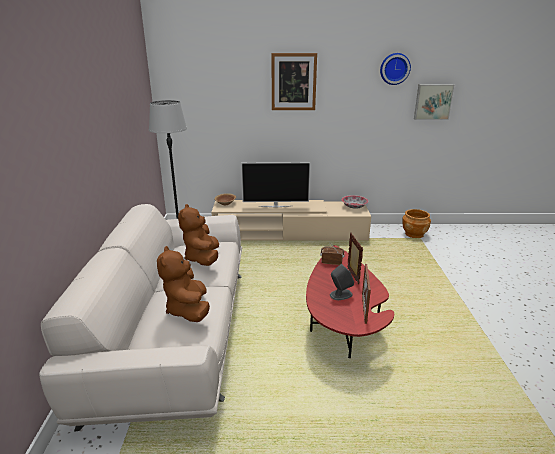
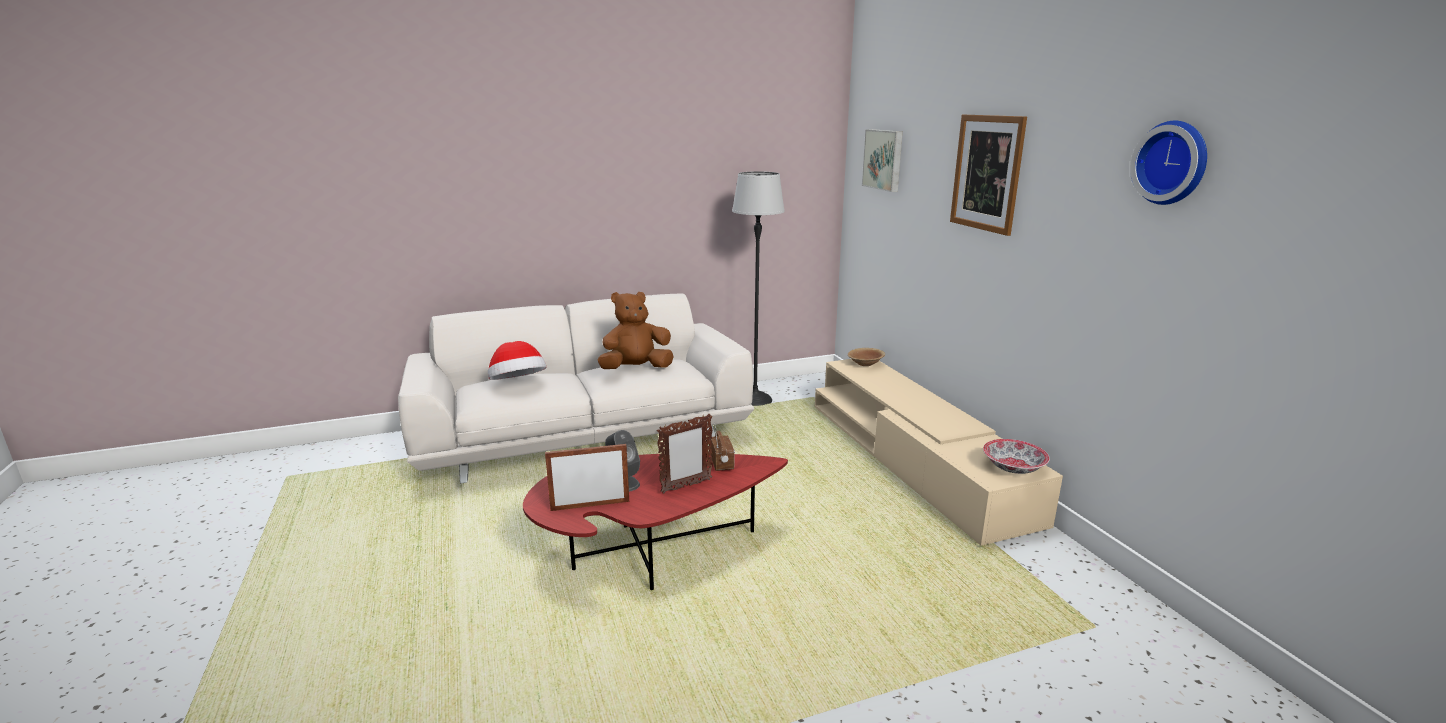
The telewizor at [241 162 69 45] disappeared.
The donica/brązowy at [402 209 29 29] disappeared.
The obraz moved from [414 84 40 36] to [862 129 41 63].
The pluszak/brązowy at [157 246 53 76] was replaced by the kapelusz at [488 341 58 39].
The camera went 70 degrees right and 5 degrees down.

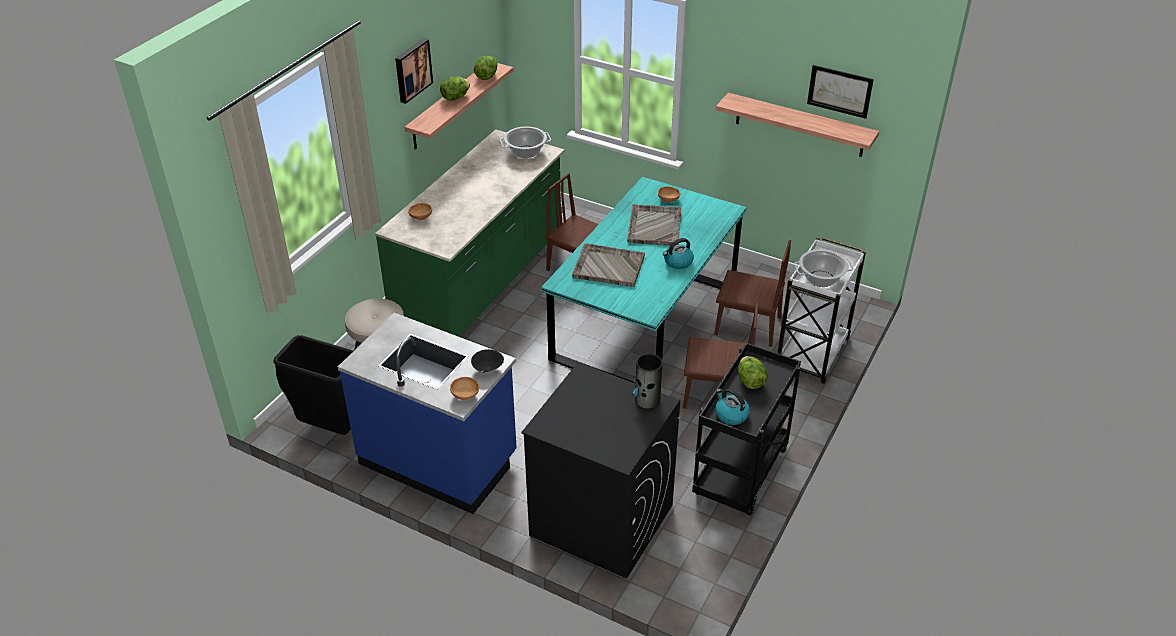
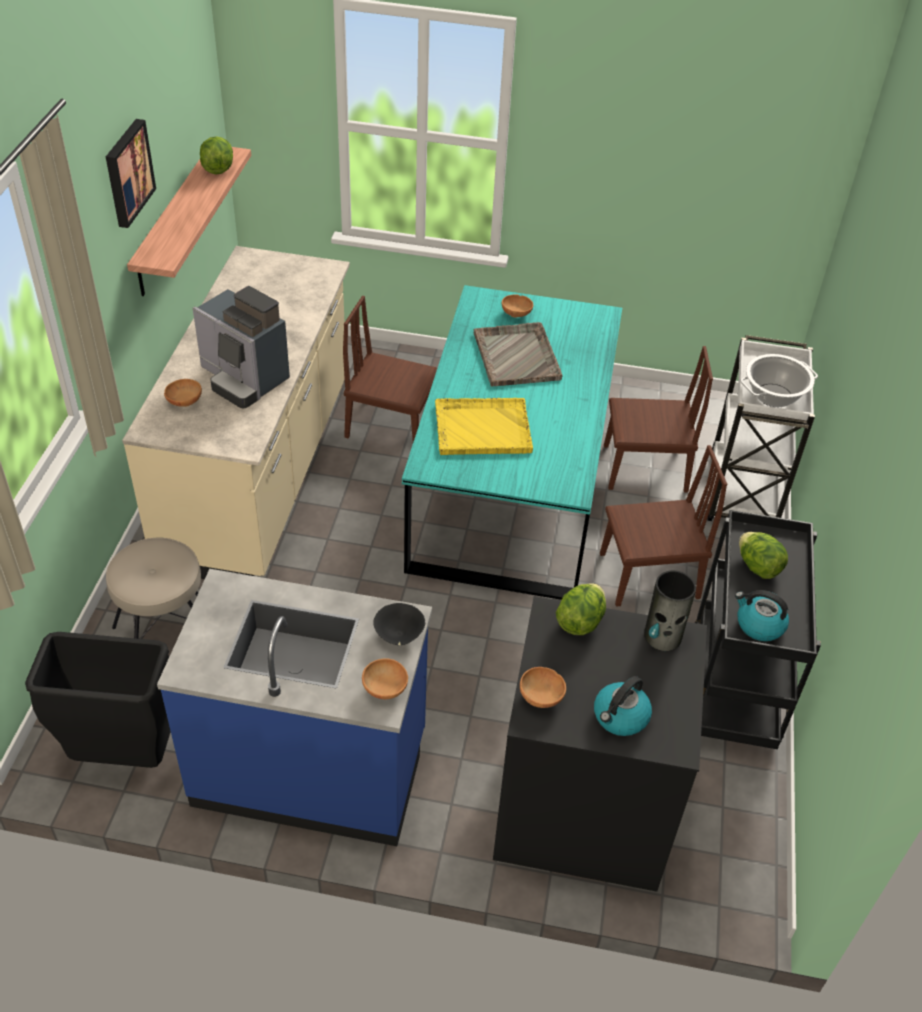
The garnek at [500 126 51 32] disappeared.
The półka at [716 93 163 64] disappeared.
The obraz at [807 65 67 54] disappeared.
The ekspres do kawy at [193 286 97 122] appeared.
The miska/brązowy at [520 667 46 41] appeared.
The sałata moved from [440 76 30 25] to [556 583 50 52].
The czajnik moved from [663 238 31 31] to [594 676 58 60].
The zabudowa kuchenna/zielony at [375 129 190 208] became the zabudowa kuchenna/beżowy at [122 246 228 333].
The taca/szary at [572 243 73 44] became the taca/żółty at [435 398 98 57].
The camera went 20 degrees left and 5 degrees up.

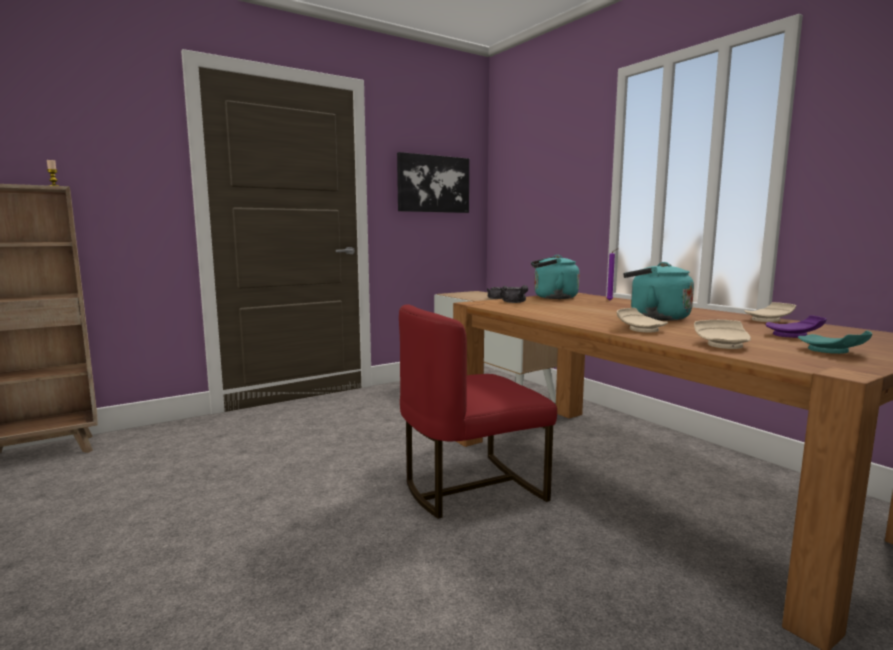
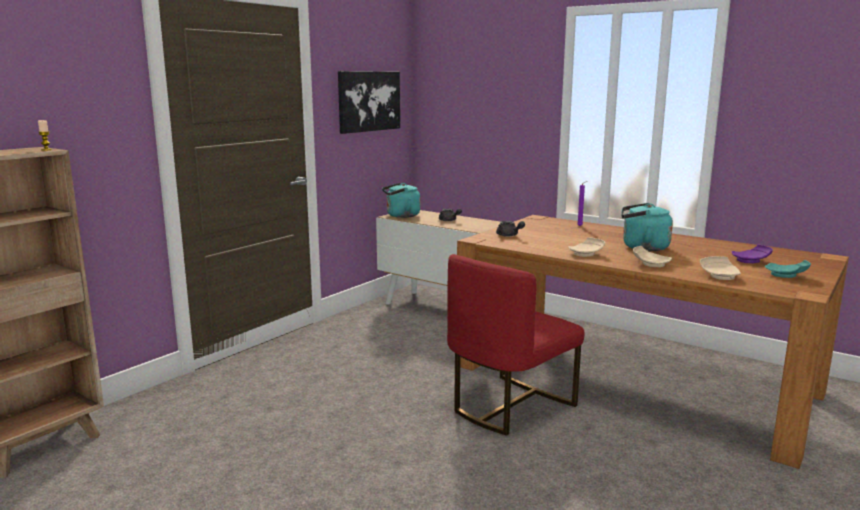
The czajnik/turkusowy moved from [531 255 49 44] to [382 183 38 35].
The talerz/beżowy moved from [744 302 52 20] to [568 237 37 20].
The camera went 20 degrees left and 5 degrees up.

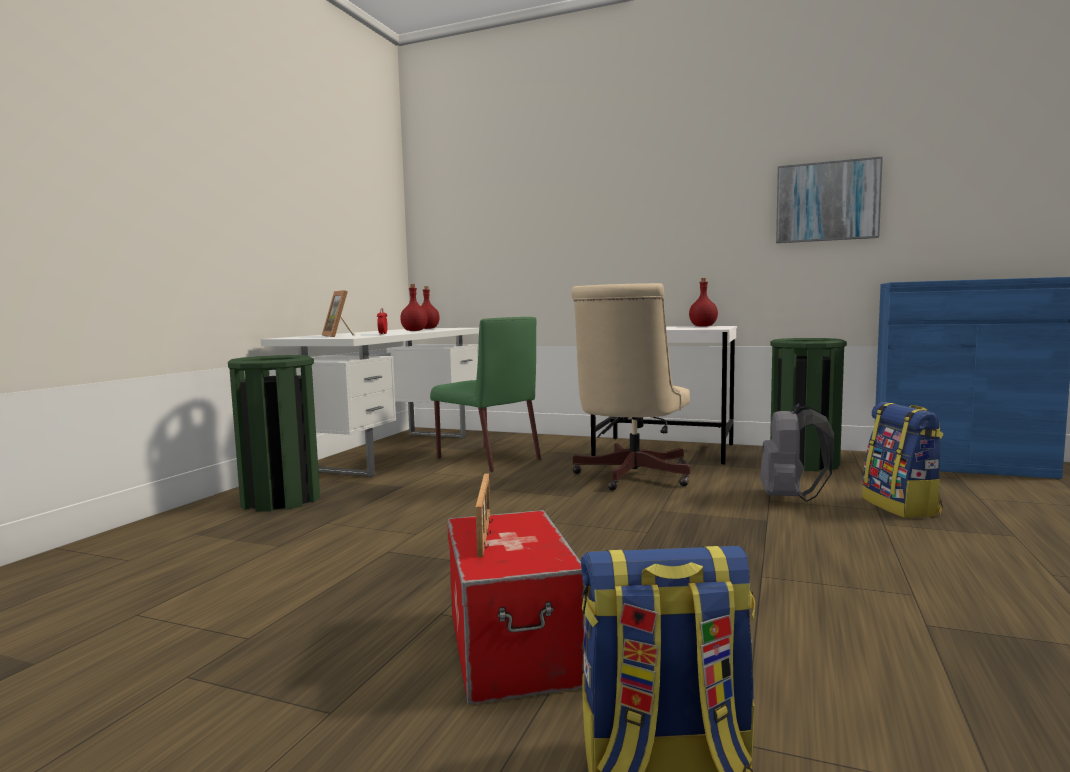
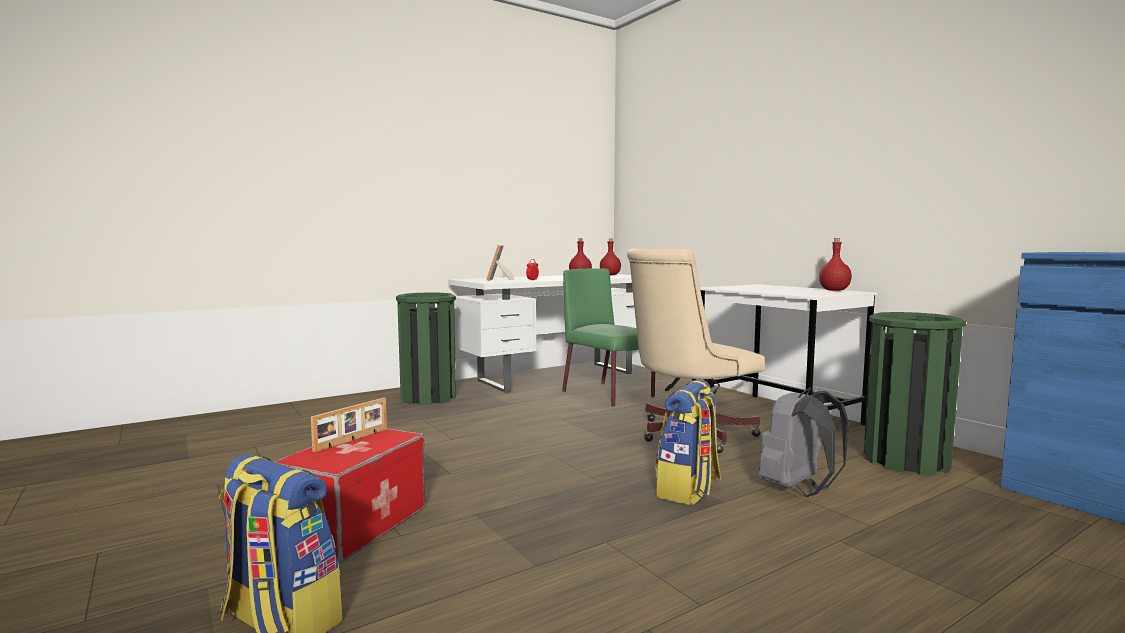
The obraz at [776 157 107 86] disappeared.
The plecak moved from [862 402 82 116] to [655 379 66 126].
The krzesło/zielony at [430 317 111 155] turned 150 degrees clockwise.
The camera went 35 degrees right and 0 degrees up.

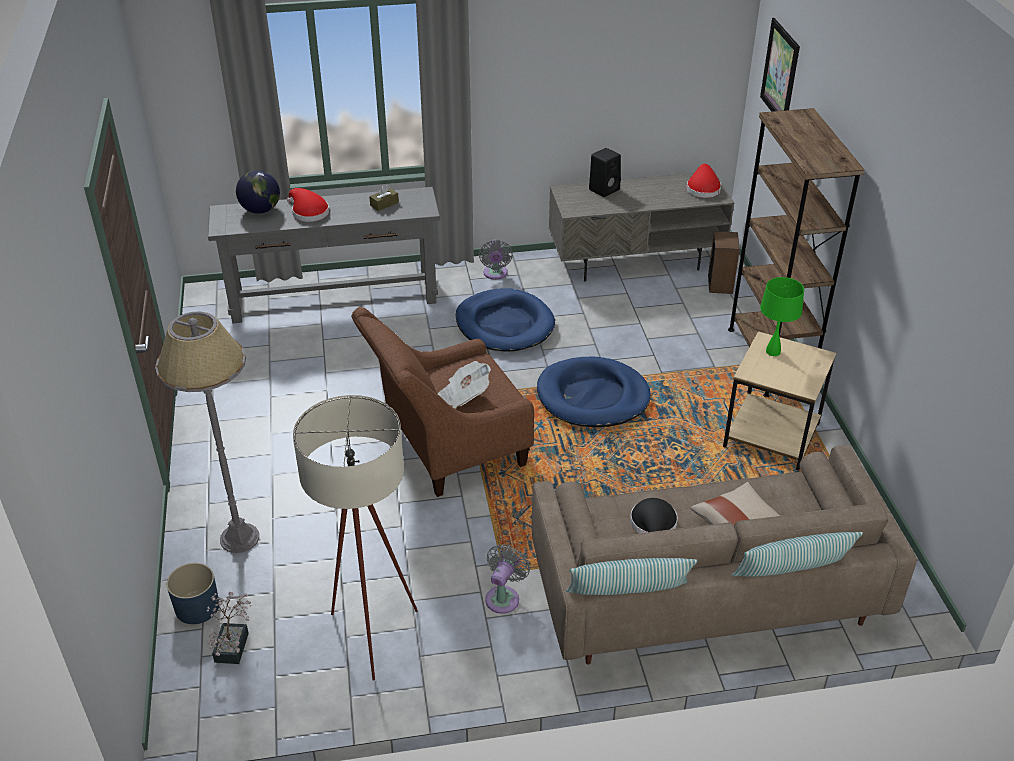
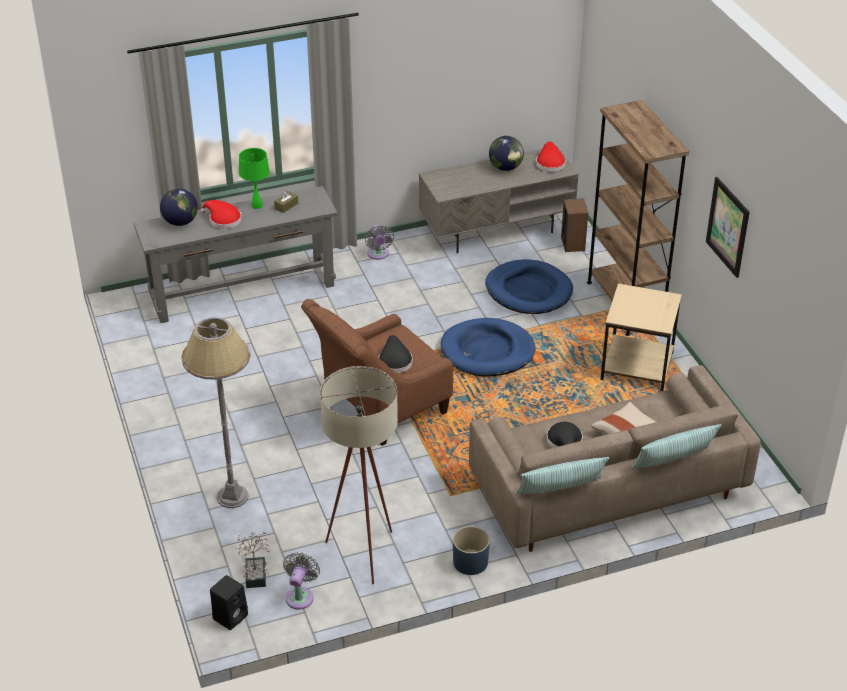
The globus at [489 136 35 35] appeared.
The donica/niebieski moved from [167 563 52 61] to [453 526 37 49].
The legowisko/niebieski moved from [456 288 99 64] to [485 259 88 55].
The wentylator/szary moved from [485 544 45 70] to [283 552 37 58].
The głośnik/czarny moved from [589 148 32 49] to [210 575 38 55].
The obraz moved from [760 18 40 94] to [706 177 44 101].
The lampa stołowa/zielony moved from [760 277 44 79] to [239 148 31 61].
The gazeta at [438 361 53 48] was replaced by the kapelusz/czarny at [379 335 34 38].
The camera went 10 degrees left and 0 degrees up.

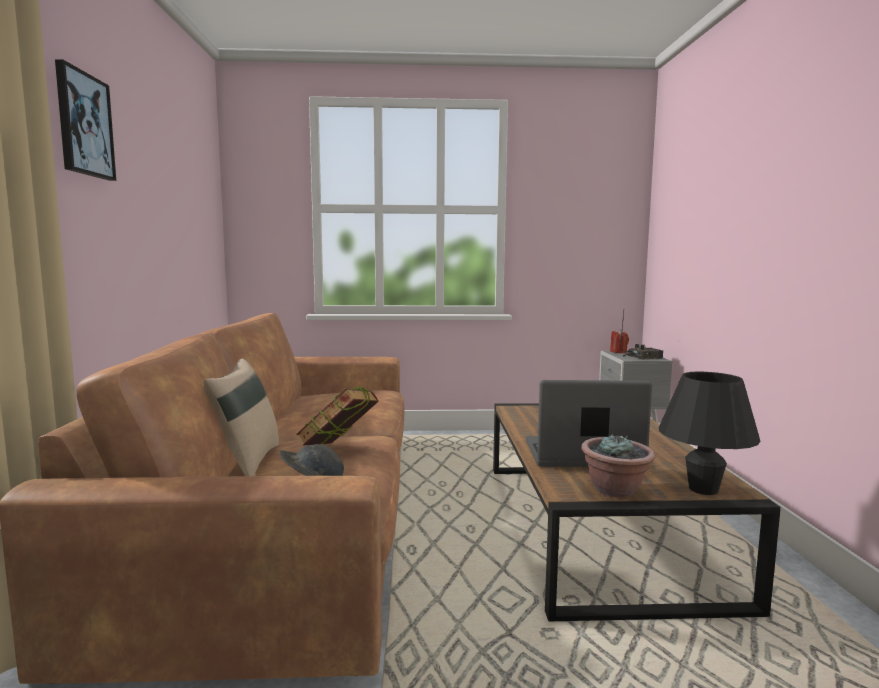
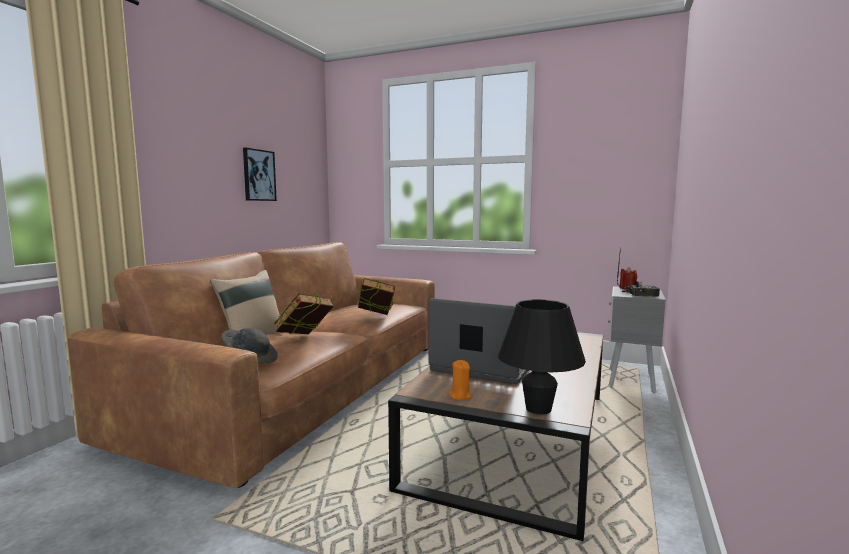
The książka at [358 278 37 37] appeared.
The obraz moved from [55 59 61 122] to [243 148 34 53].
The roślina doniczkowa at [581 434 74 64] was replaced by the świeca/pomarańczowy at [449 360 23 40].
The camera went 25 degrees right and 0 degrees up.

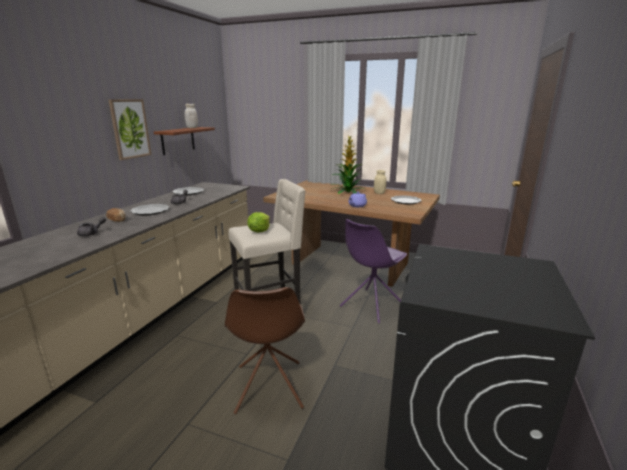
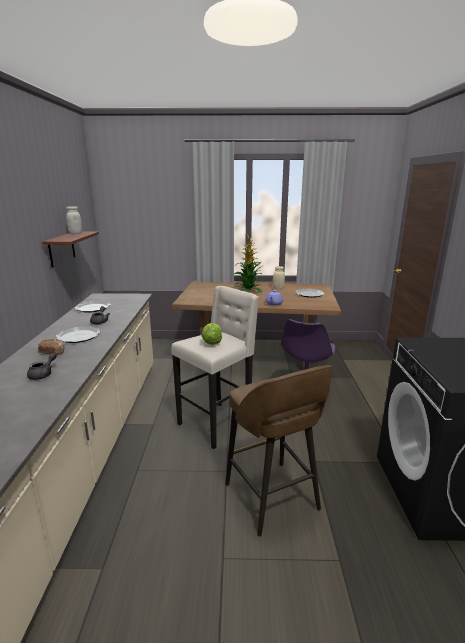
The obraz at [108 99 43 61] disappeared.
The krzesło/brązowy at [225 287 80 127] was replaced by the stołek/brązowy at [225 365 107 172].
The camera went 20 degrees left and 0 degrees up.

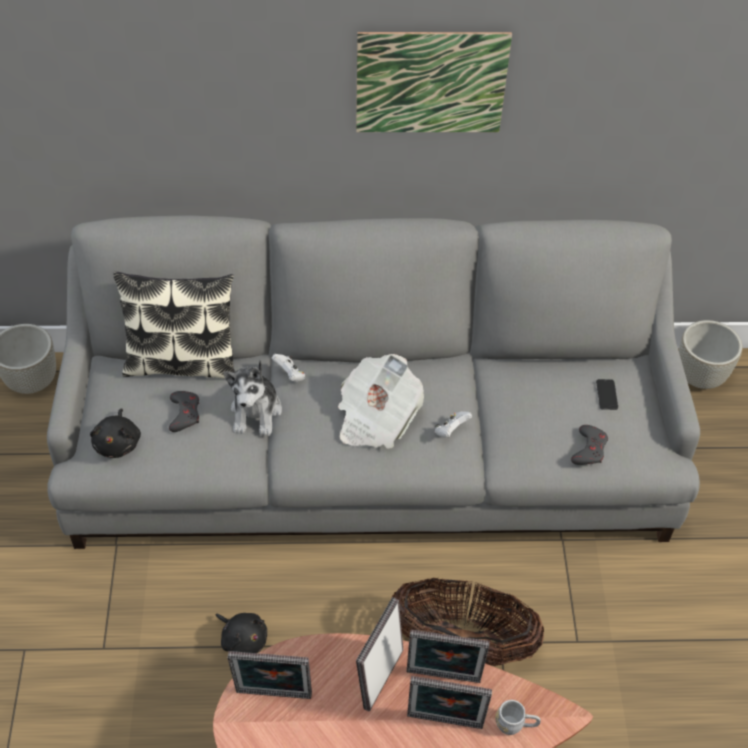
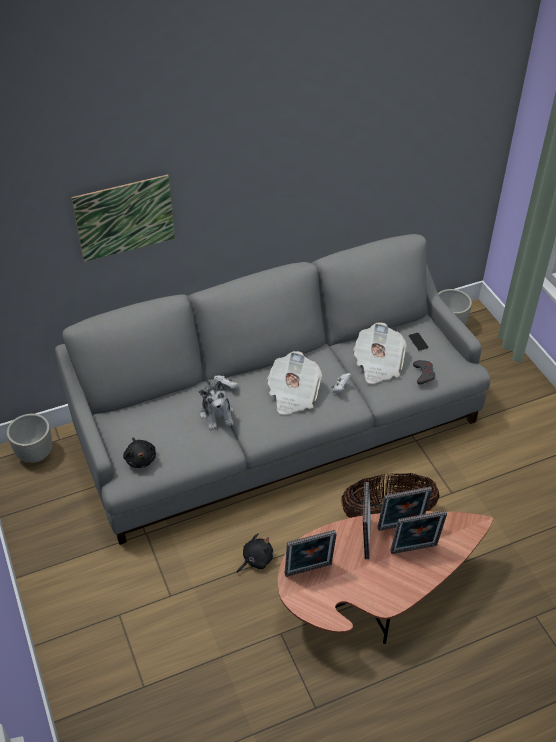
The poduszka at [114 272 121 107] disappeared.
The pad do gier/szary at [169 391 30 41] disappeared.
The kubek/szary at [495 700 46 35] disappeared.
The gazeta at [353 323 54 61] appeared.
The obraz moved from [356 32 156 100] to [71 175 104 87].
The pluszak/czarny at [216 613 51 40] turned 60 degrees counterclockwise.
The camera went 20 degrees left and 5 degrees down.

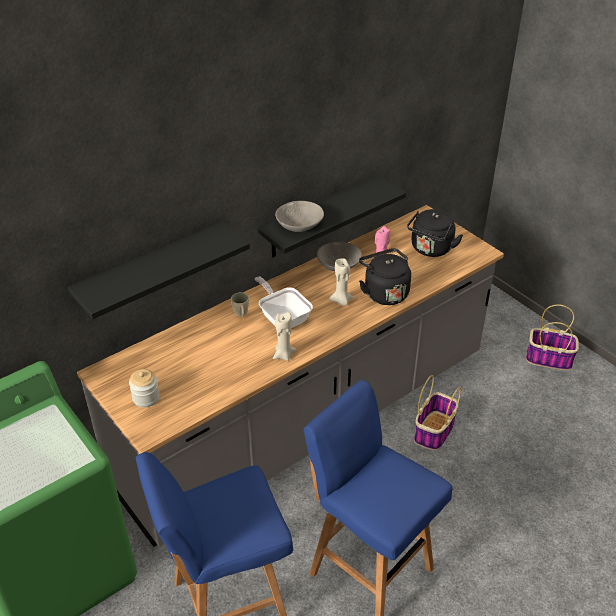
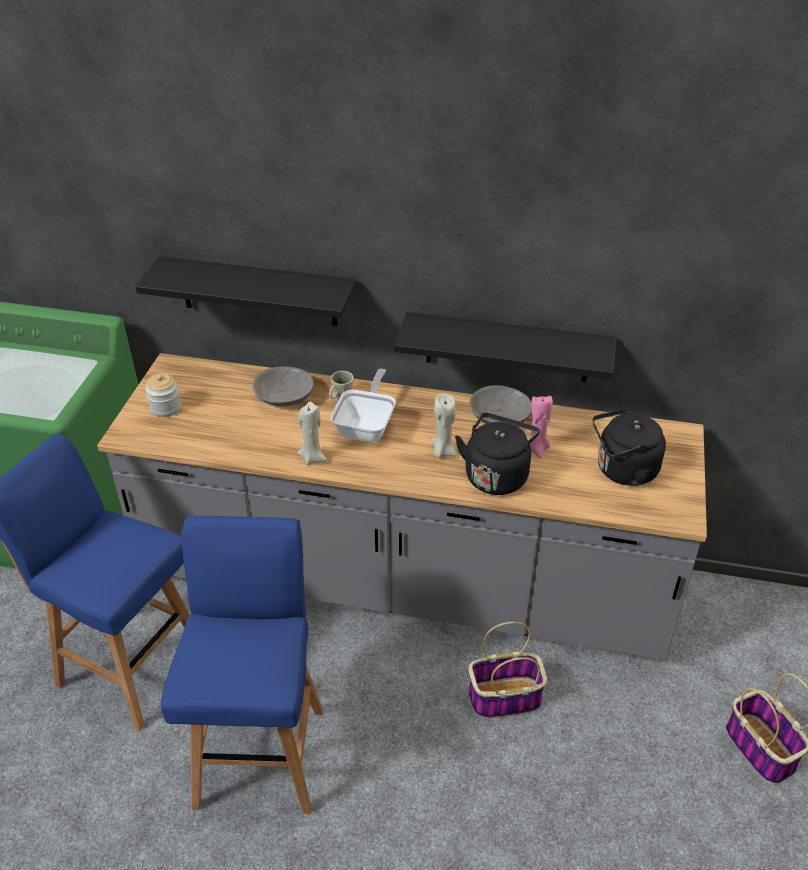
The miska/szary moved from [275 201 49 31] to [252 367 62 39].
The camera went 50 degrees right and 0 degrees up.

